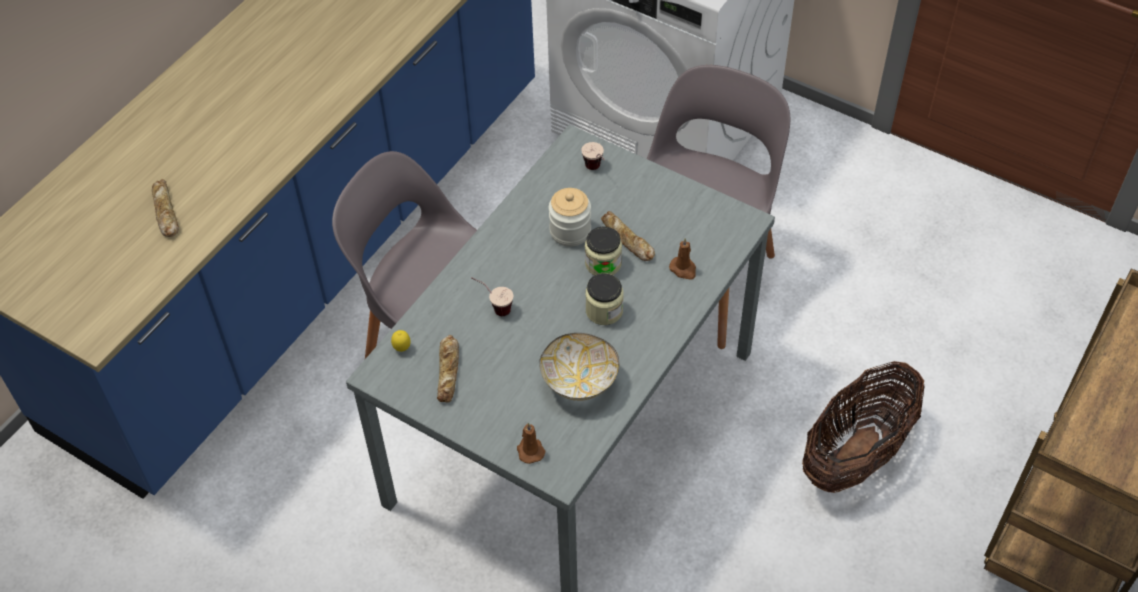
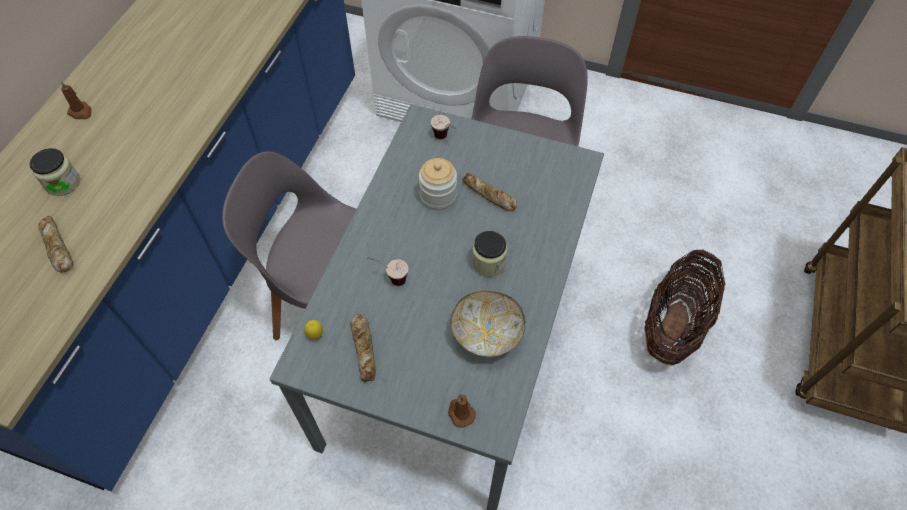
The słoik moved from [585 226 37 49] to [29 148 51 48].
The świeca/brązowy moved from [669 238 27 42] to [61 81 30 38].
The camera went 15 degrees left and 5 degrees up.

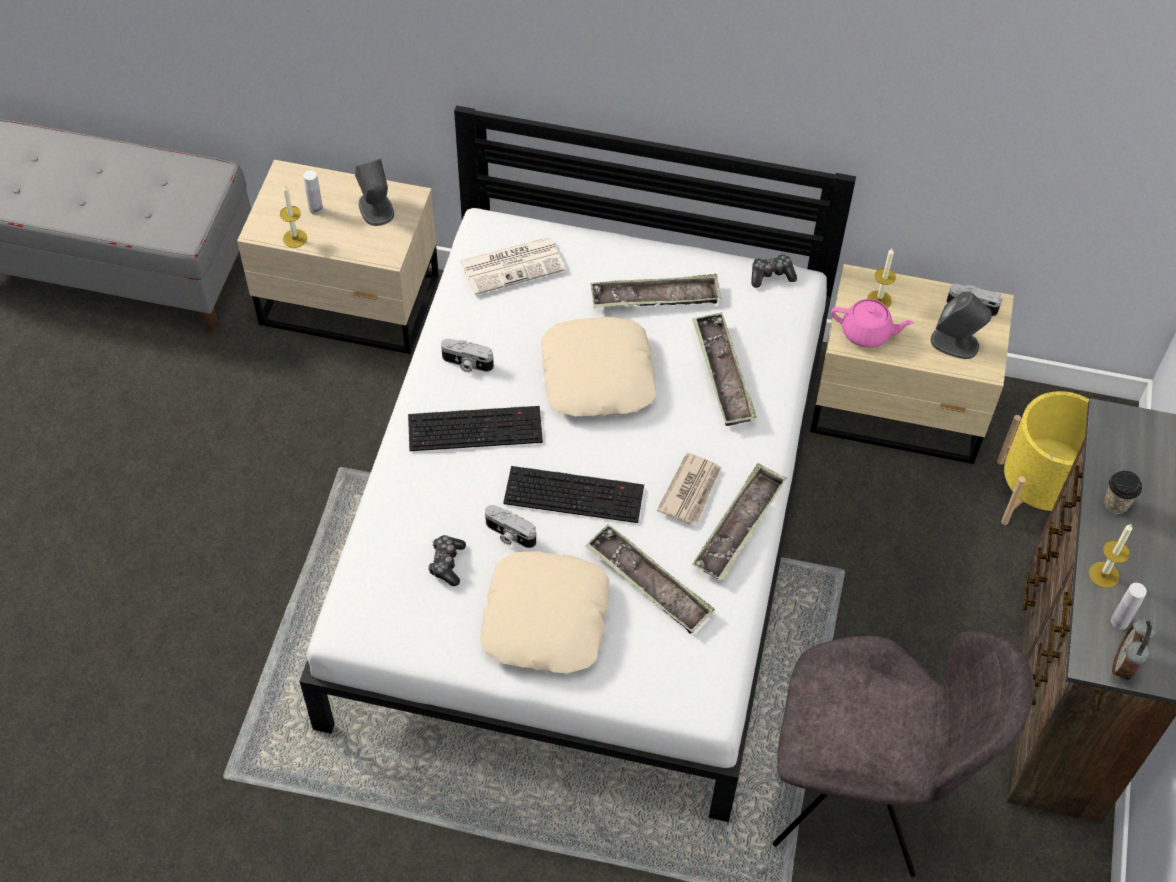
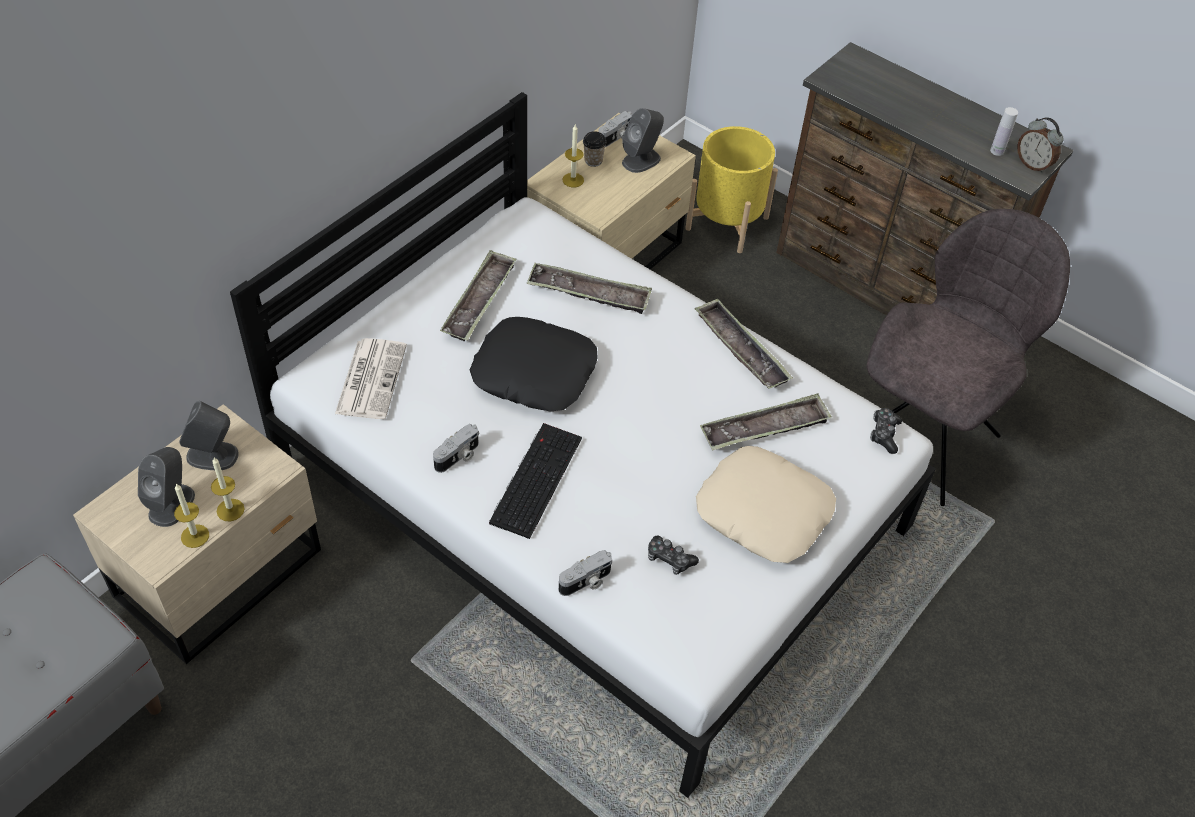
The klawiatura at [503 466 141 57] disappeared.
The gazeta at [657 453 64 72] disappeared.
The imbryk/różowy at [831 299 83 49] disappeared.
The aparat fotograficzny moved from [485 505 51 43] to [559 550 53 46].
The pad do gier moved from [751 254 46 34] to [870 408 32 46].
The świeca moved from [1089 524 43 64] to [211 457 34 64].
The filiżanka moved from [1104 471 38 43] to [583 131 23 36].
The butelka/biały at [303 170 20 45] was replaced by the głośnik/szary at [138 447 57 80].
The poduszka/beżowy at [541 317 115 99] became the poduszka/czarny at [470 317 128 95].
The camera went 65 degrees left and 5 degrees down.

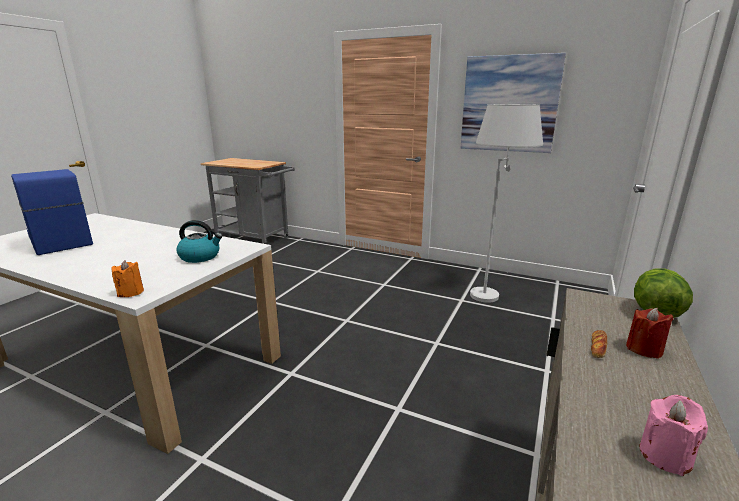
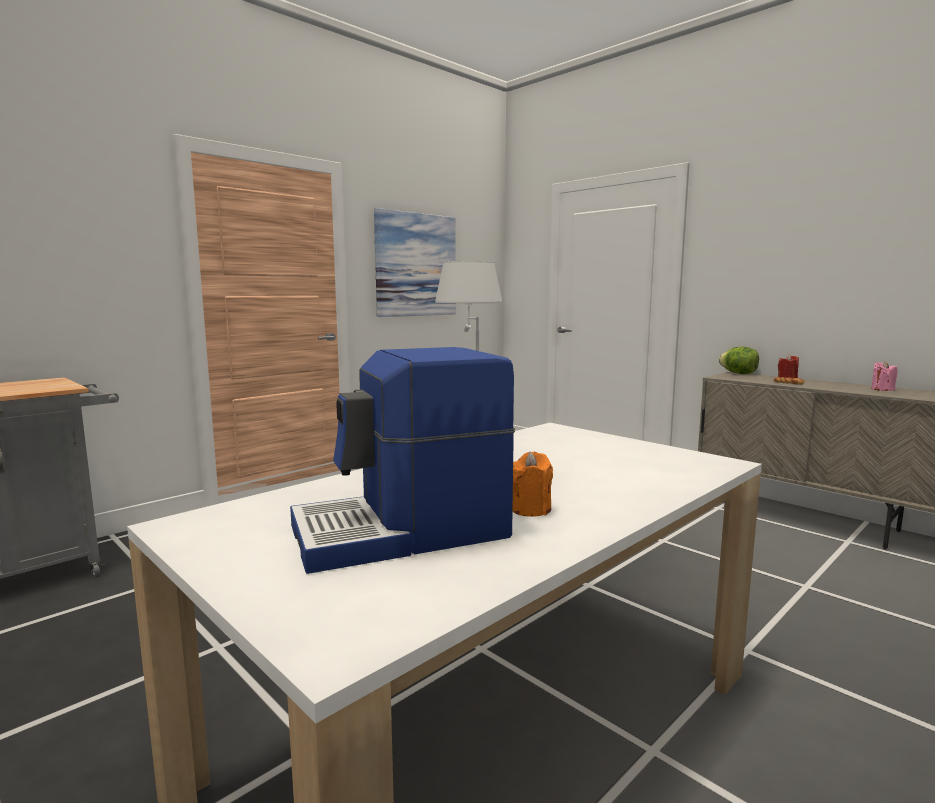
The czajnik at [176 220 47 43] disappeared.
The świeca/pomarańczowy moved from [112 260 32 37] to [512 452 41 65].
The camera went 70 degrees left and 10 degrees down.

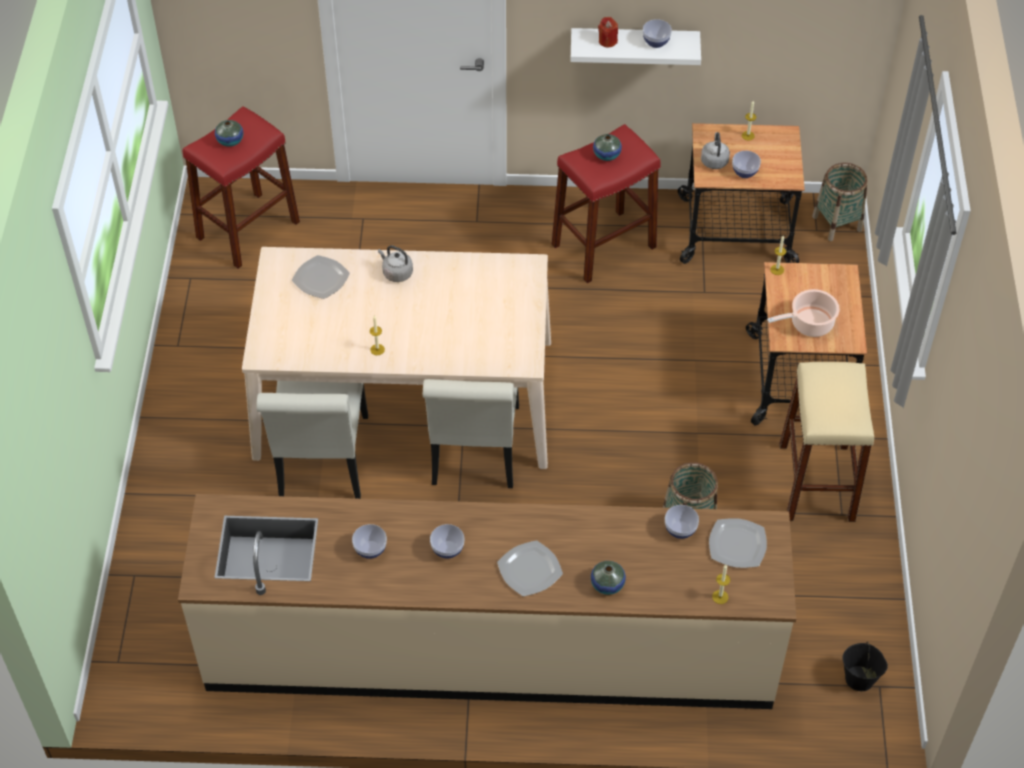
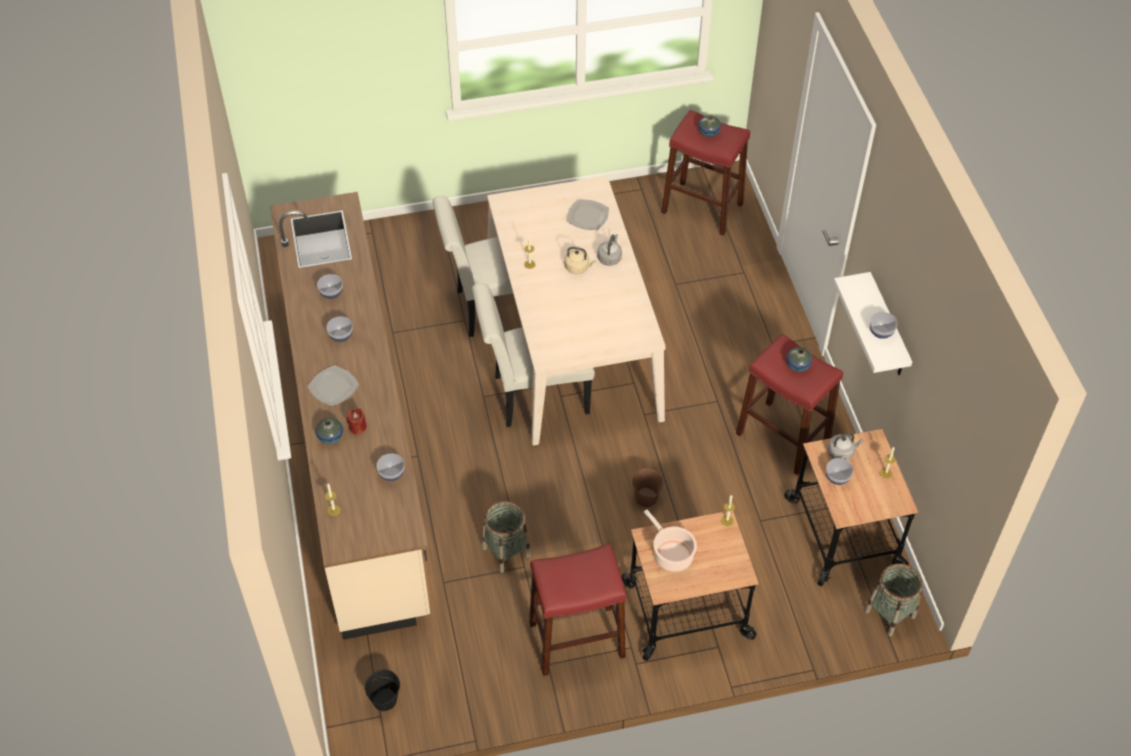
The talerz at [709 518 58 50] disappeared.
The czajnik/beżowy at [565 247 31 27] appeared.
The wiadro/brązowy at [632 469 31 38] appeared.
The świeca/czerwony moved from [598 17 20 30] to [346 408 21 27].
The stołek/beżowy at [779 362 95 160] became the stołek/czerwony at [529 544 98 132].
The camera went 75 degrees right and 0 degrees up.

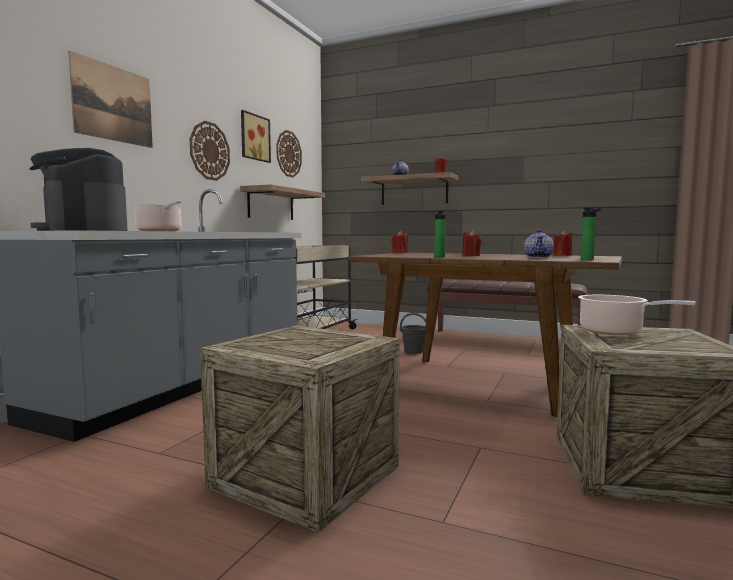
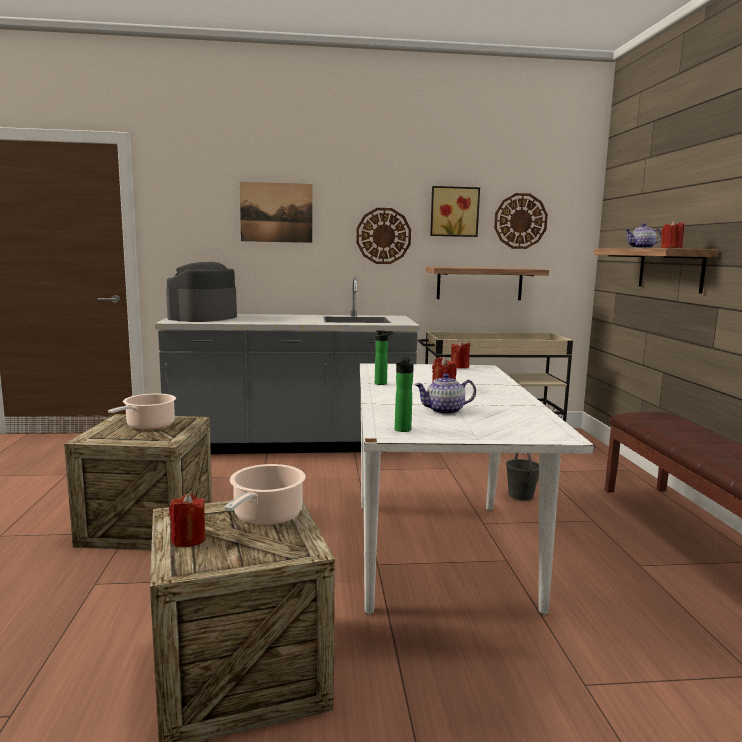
The garnek moved from [132 200 51 31] to [108 394 68 36].
The świeca/czerwony moved from [553 230 20 26] to [169 494 37 53].
The stół jadalny/brązowy at [348 253 274 164] became the stół jadalny/biały at [360 363 234 252].
The camera went 60 degrees right and 5 degrees up.

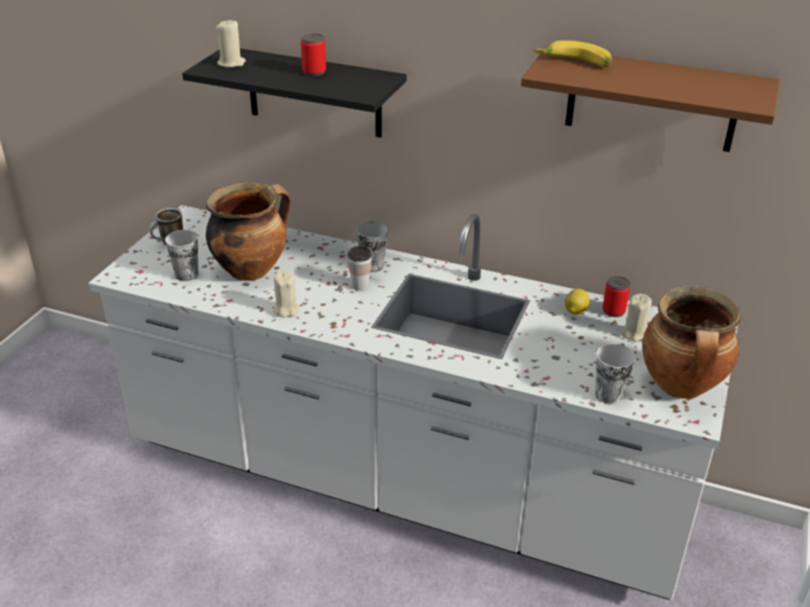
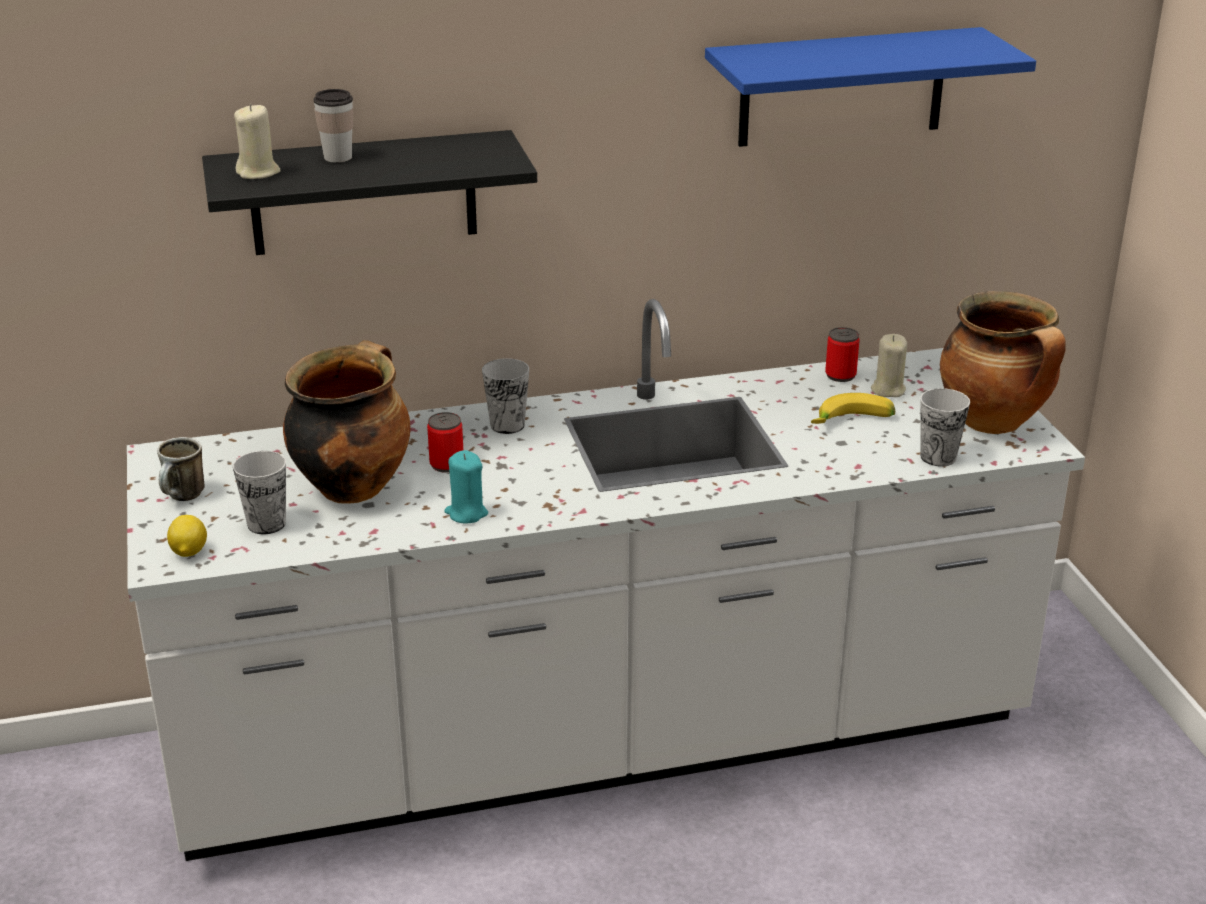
The puszka moved from [301 34 25 42] to [427 412 36 61].
The filiżanka moved from [348 246 24 45] to [314 89 39 73].
The banan moved from [533 40 79 27] to [811 393 84 31].
The cytryna moved from [565 288 25 26] to [167 515 40 42].
The świeca/beżowy at [273 270 26 48] became the świeca/turkusowy at [445 450 43 74].
The półka/brązowy at [521 47 259 105] became the półka/niebieski at [705 27 331 120].
The camera went 35 degrees left and 5 degrees down.

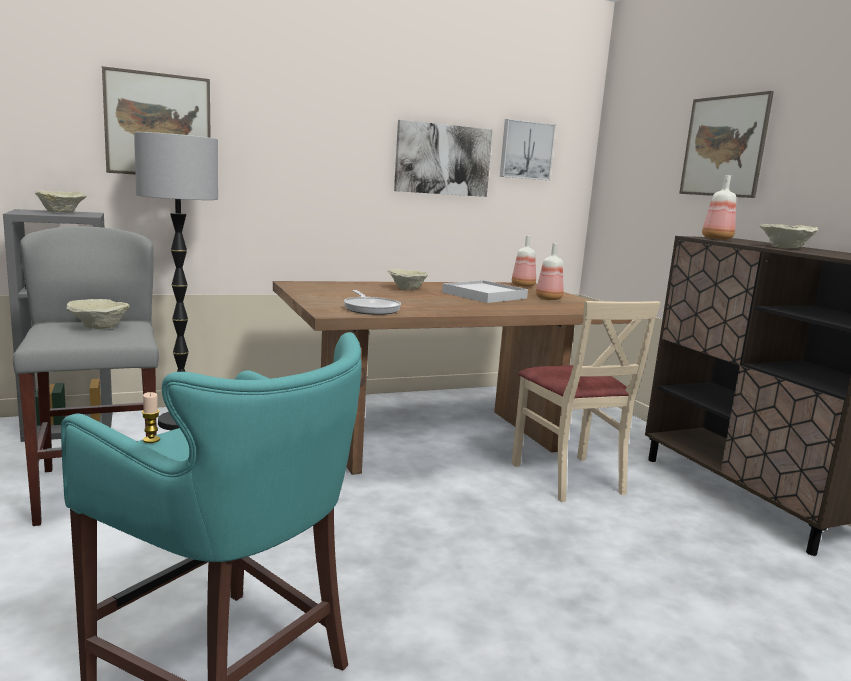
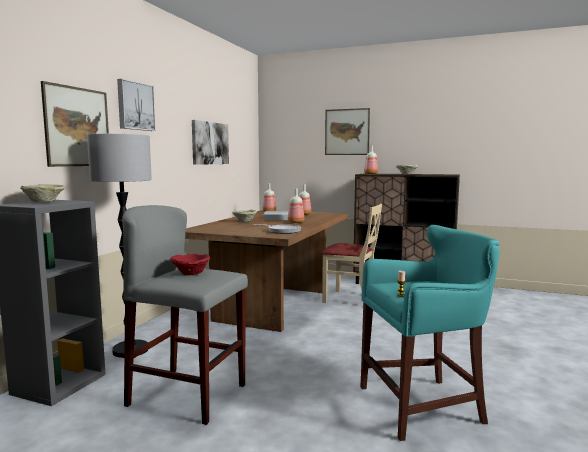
The butelka at [288 188 16 35] appeared.
The obraz moved from [500 119 56 61] to [117 79 39 52].
The miska/beżowy at [66 299 64 30] became the miska/czerwony at [170 254 40 21].
The camera went 45 degrees left and 5 degrees down.

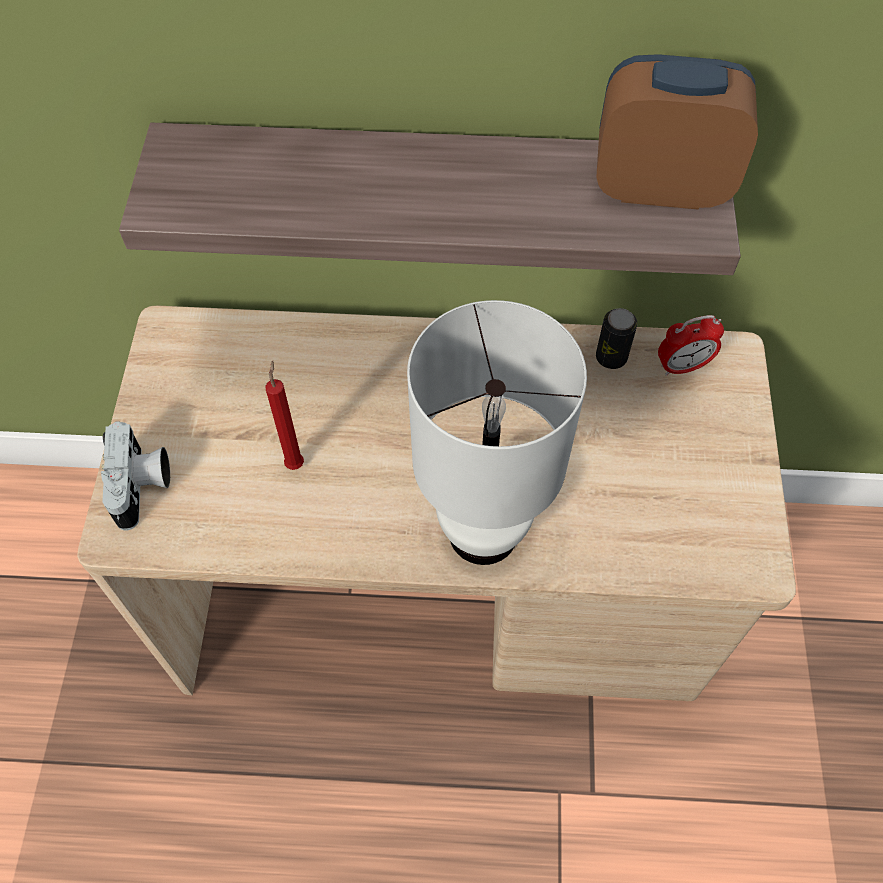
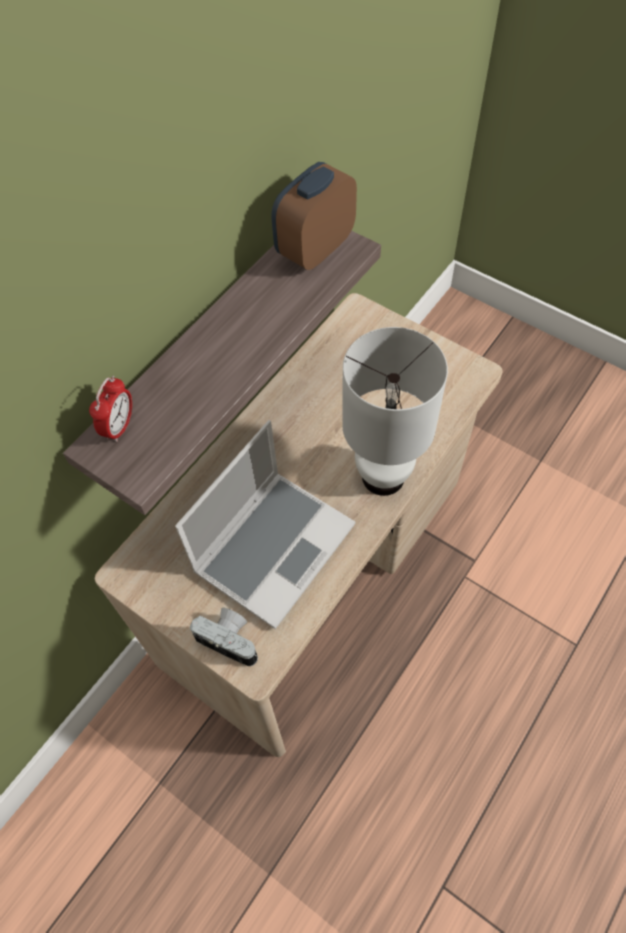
The puszka at [596 308 41 61] disappeared.
The budzik moved from [658 315 66 61] to [89 376 43 66].
The świeca/czerwony at [265 360 39 110] was replaced by the laptop at [175 420 181 209].
The camera went 55 degrees left and 0 degrees up.

